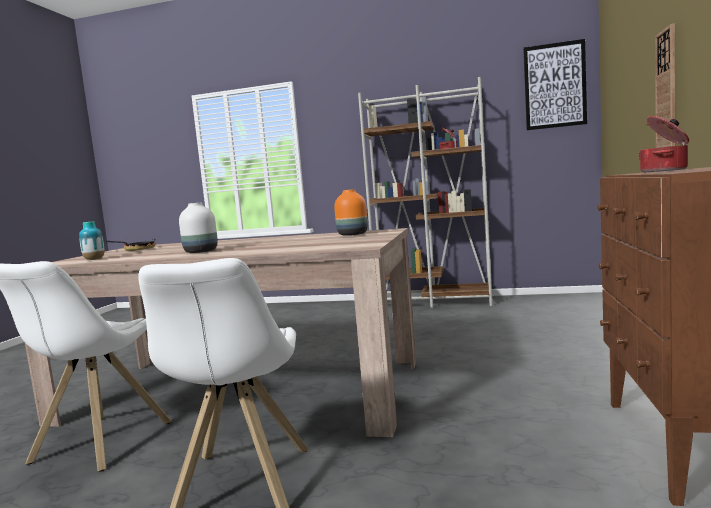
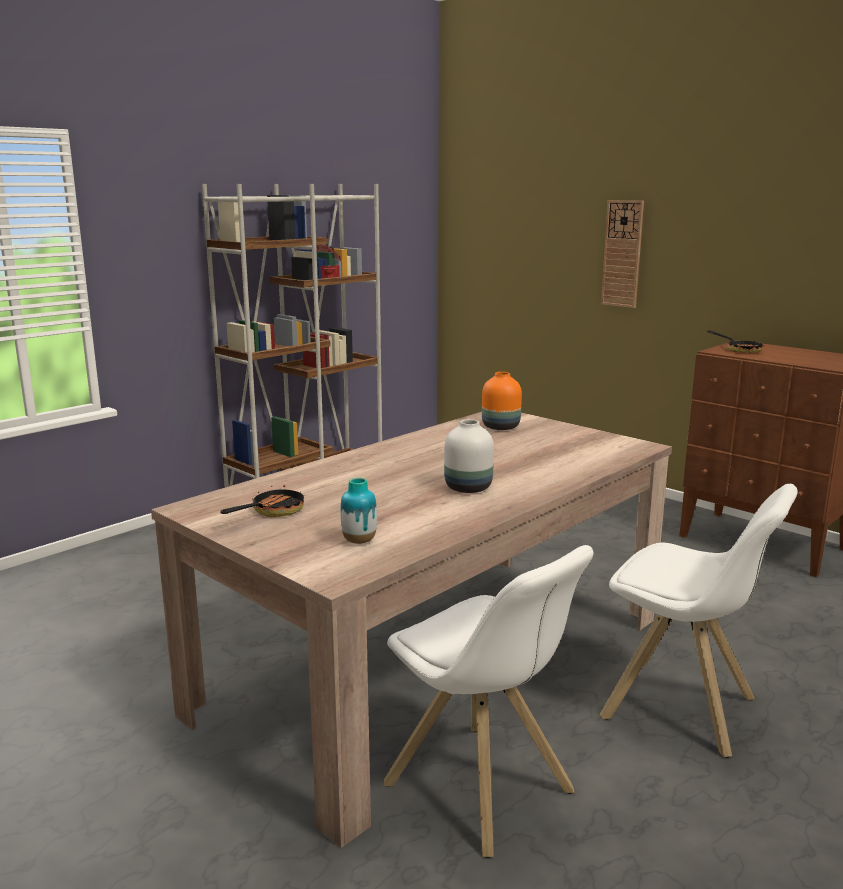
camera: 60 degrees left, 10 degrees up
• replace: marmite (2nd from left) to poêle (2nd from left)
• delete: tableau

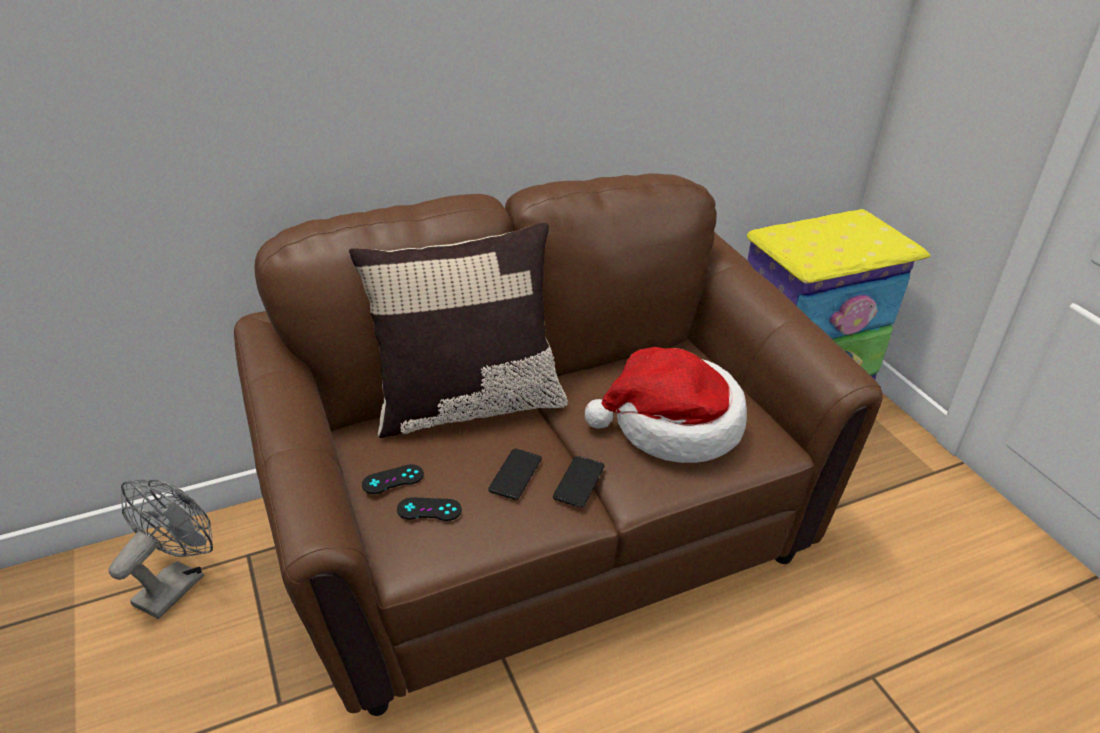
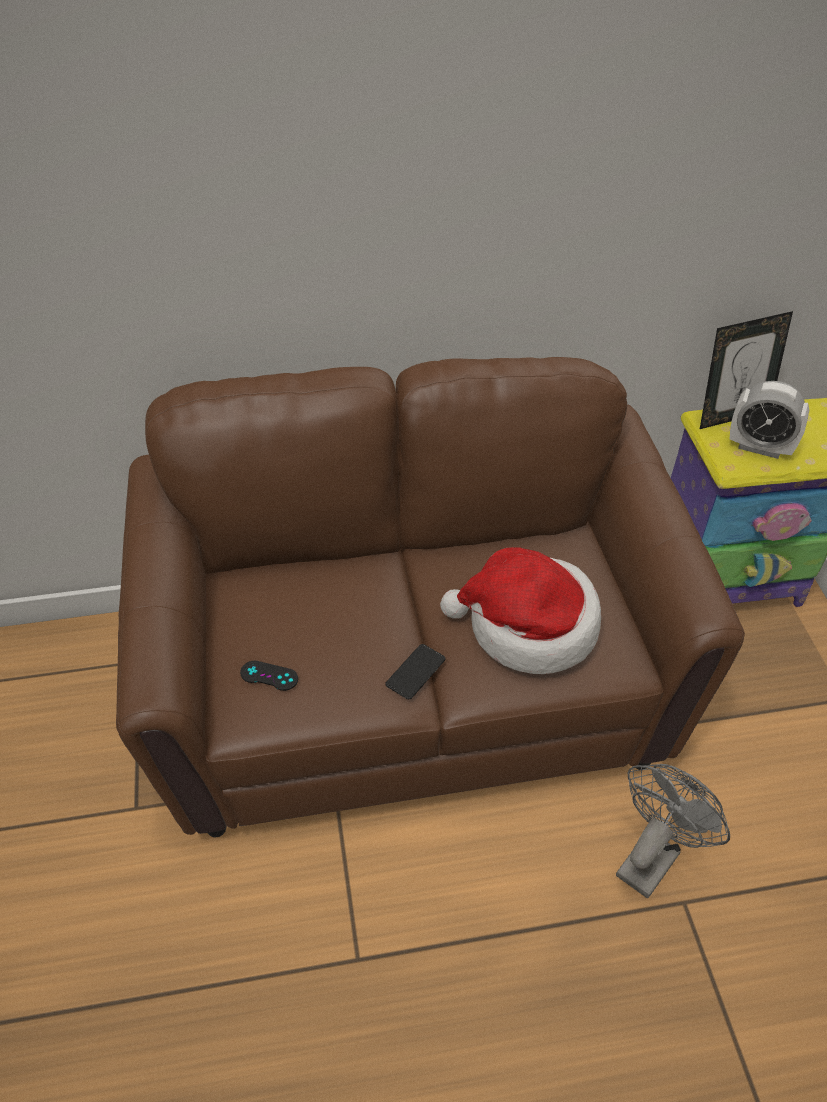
camera: 15 degrees right, 10 degrees up
• move: ventilateur/gris
• insert: cadre photo
• insert: réveil
• delete: coussin
• delete: manette/noir (1st from left)
• delete: téléphone (1st from left)

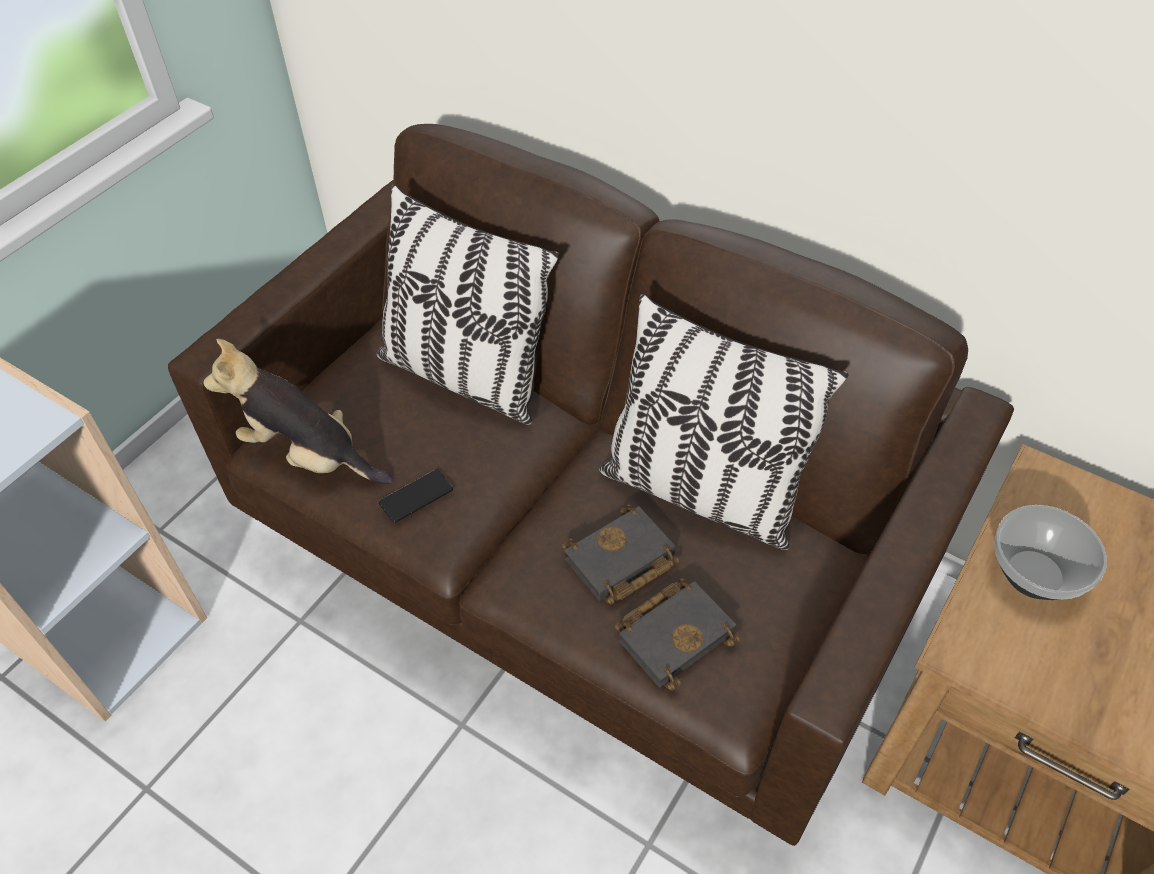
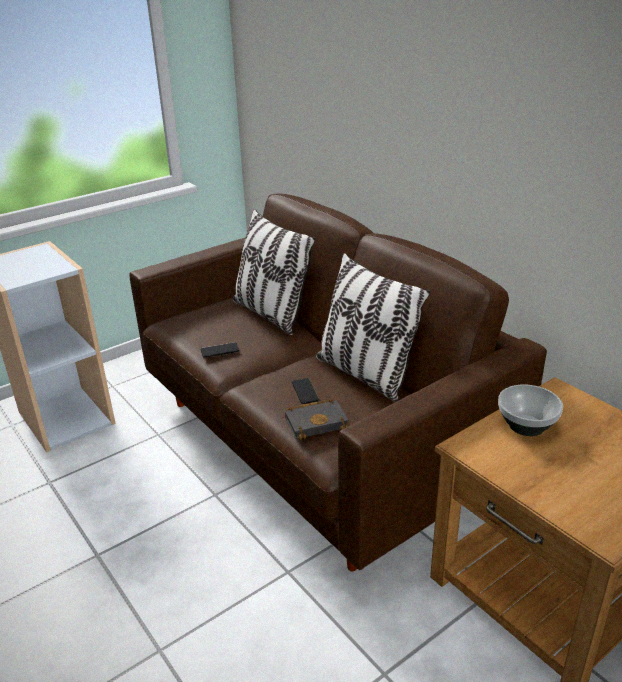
camera: 20 degrees right, 20 degrees down
• replace: livre/noir (1st from left) to téléphone (2nd from left)
• delete: peluche

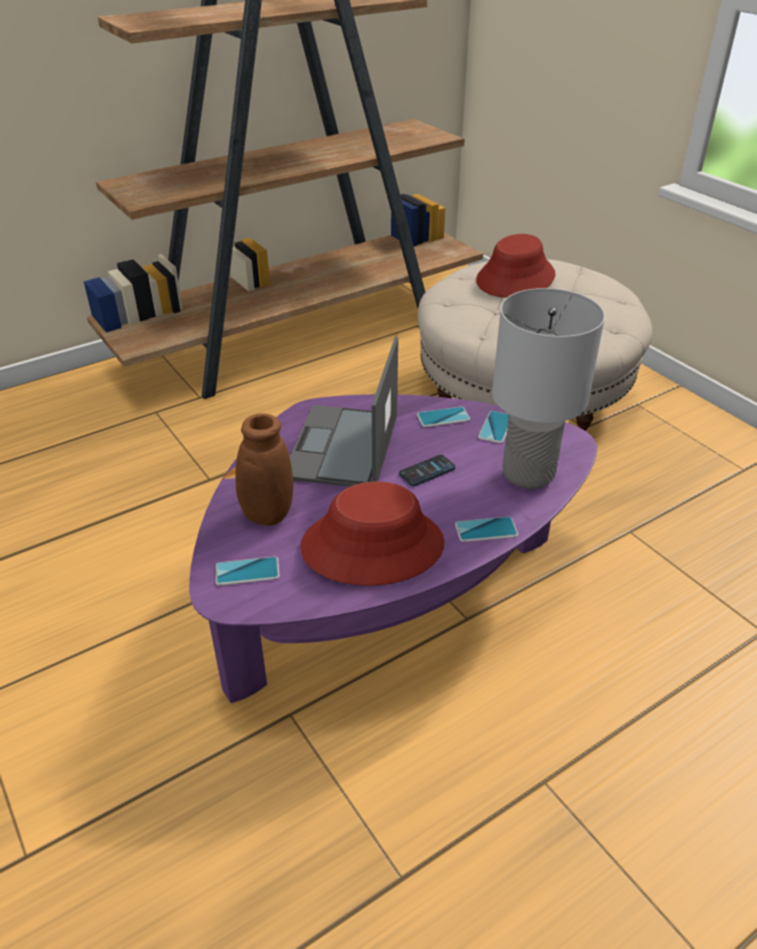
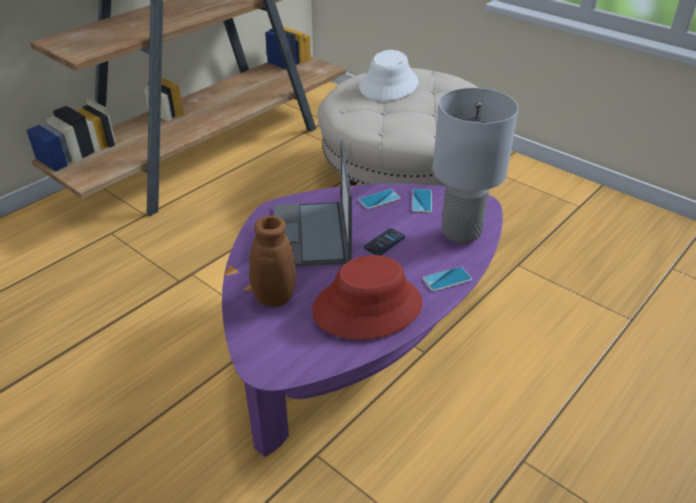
camera: 15 degrees left, 0 degrees up
• recolor: chapeau/rouge (2nd from left) to chapeau/blanc
• delete: téléphone (1st from left)

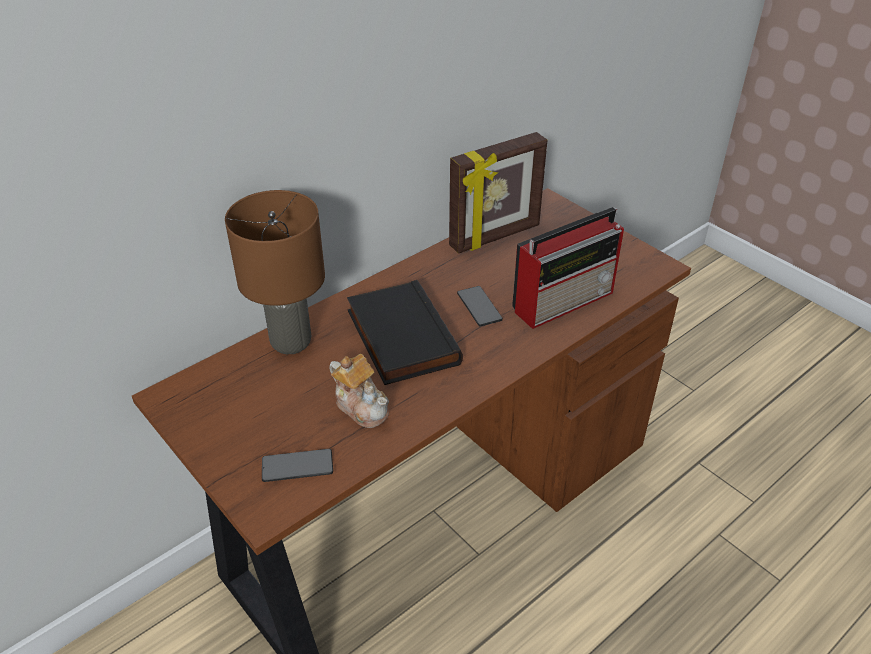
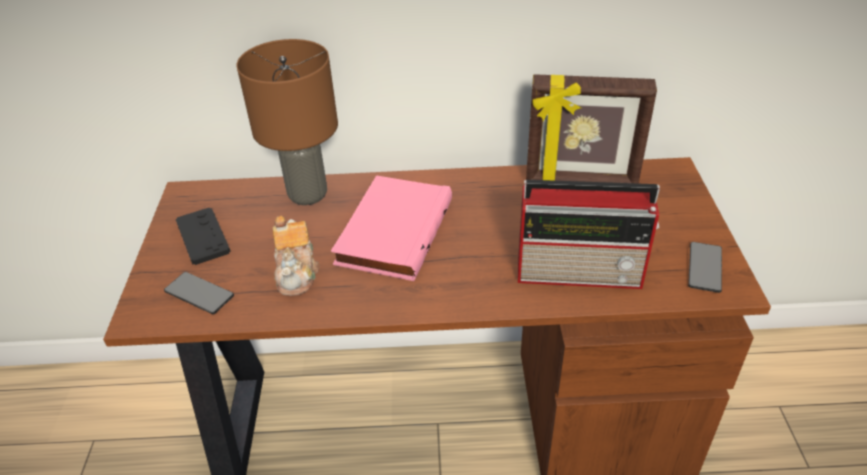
camera: 40 degrees right, 0 degrees up
• insert: manette/noir
• recolor: livre/noir to livre/rose
• move: téléphone (2nd from left)

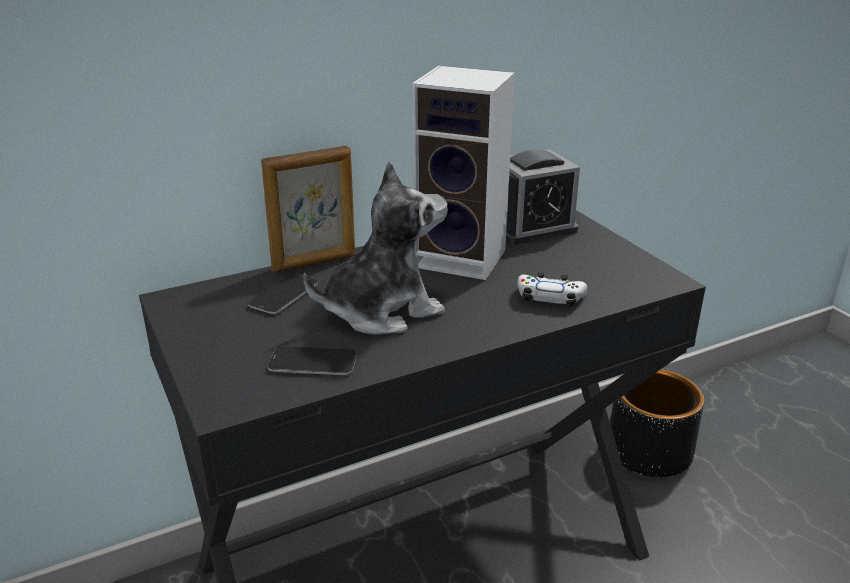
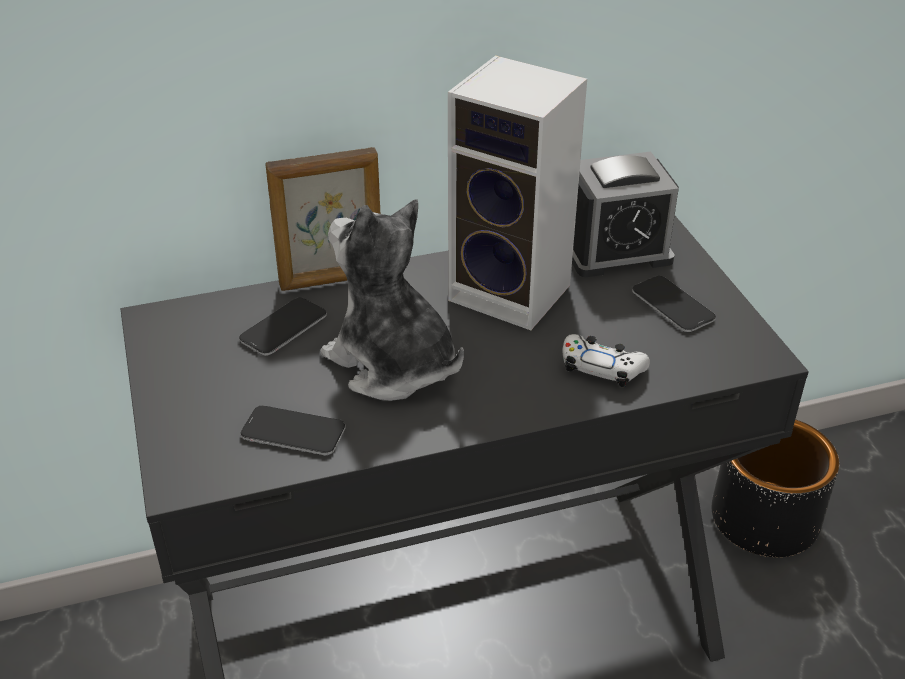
camera: 10 degrees right, 10 degrees up
• rotate: peluche 120 degrees counterclockwise
• insert: téléphone (3rd from left)

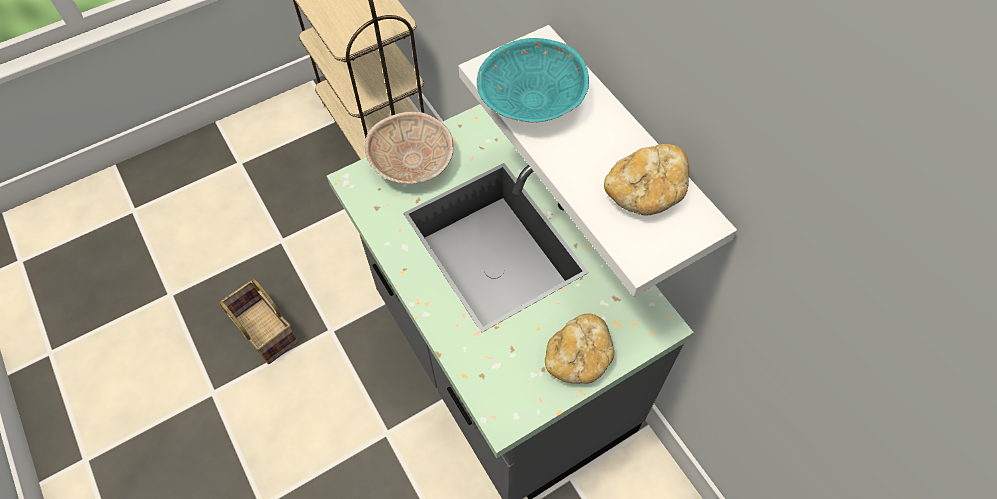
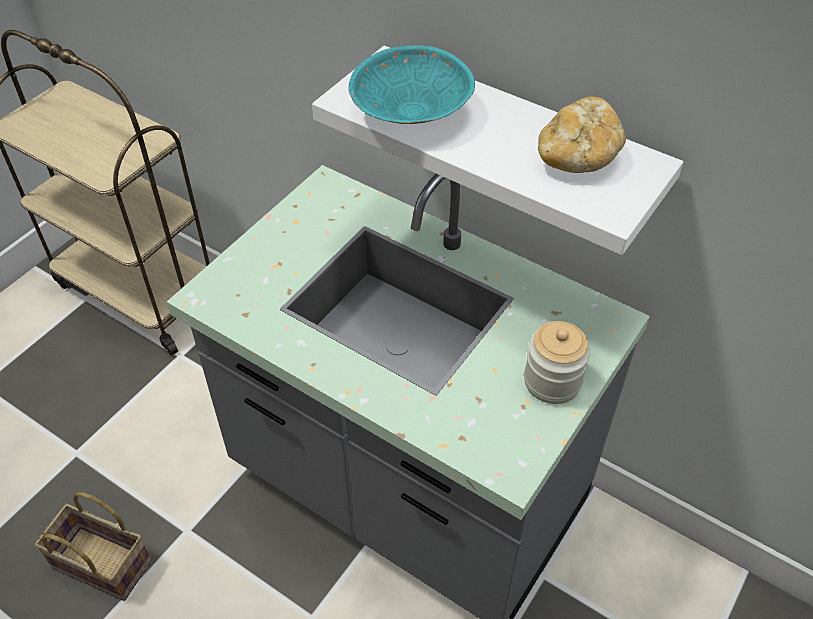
camera: 25 degrees left, 10 degrees down
• replace: pain (1st from left) to bocal
• delete: bol/beige

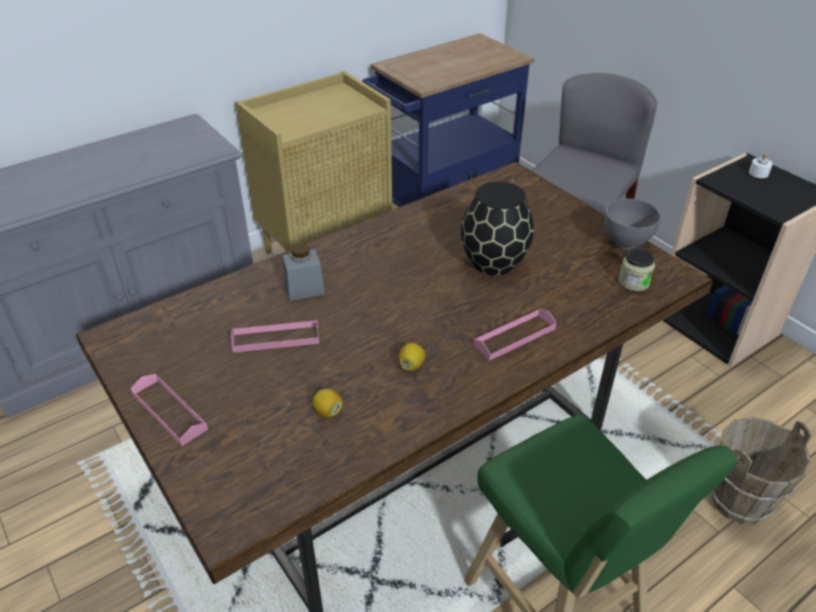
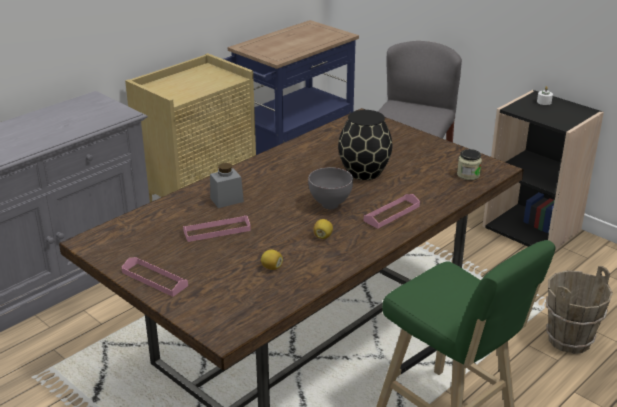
camera: 10 degrees left, 10 degrees down
• move: bol/gris

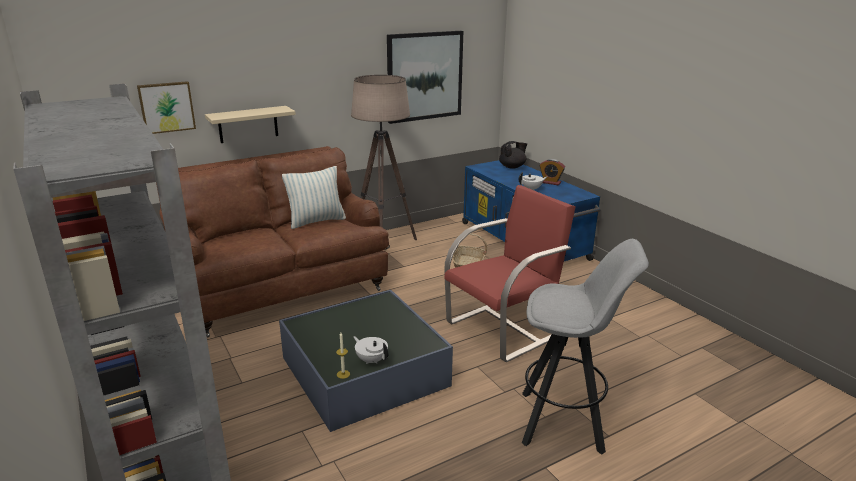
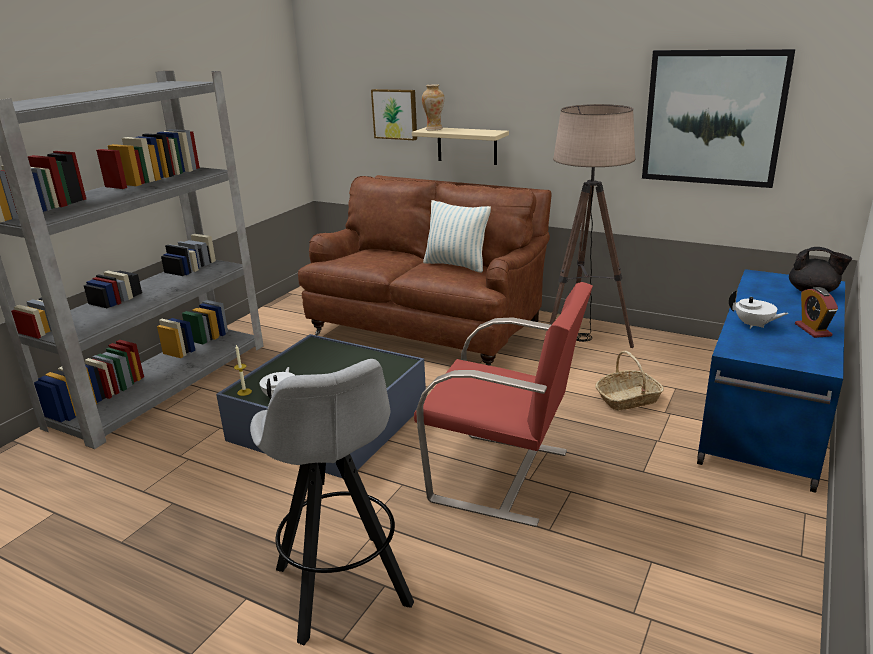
camera: 60 degrees right, 0 degrees up
• insert: vase

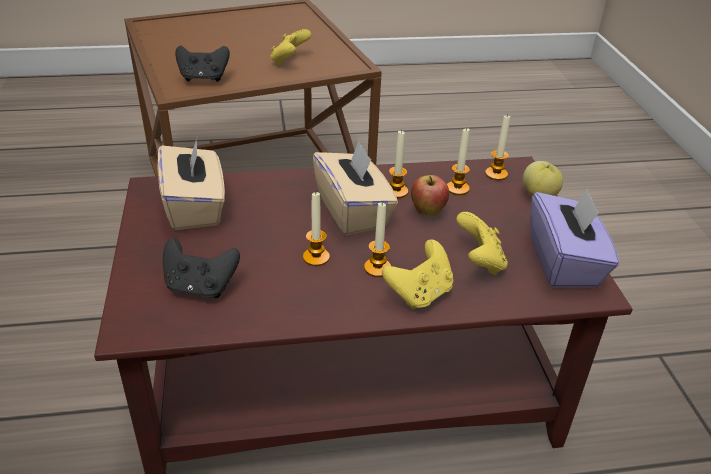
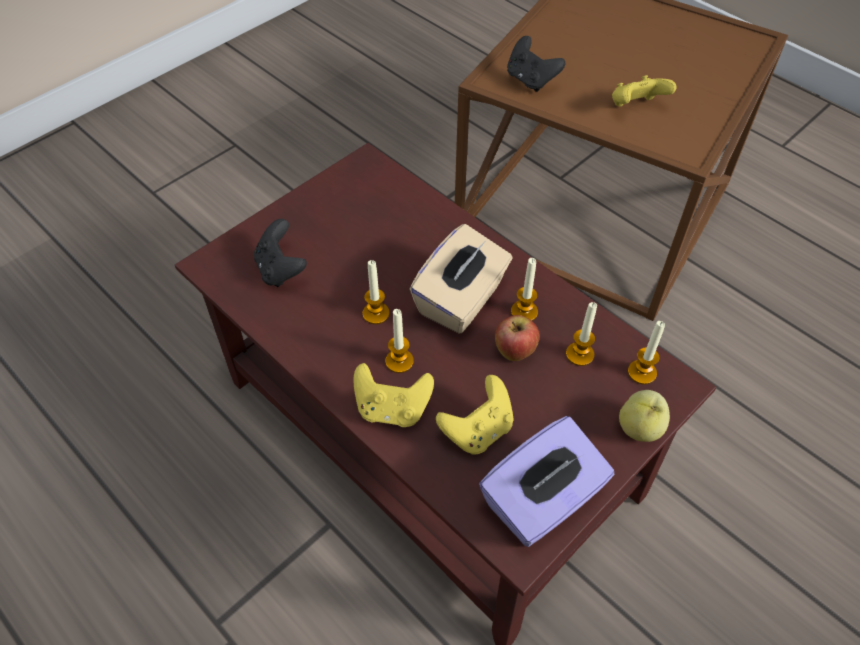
camera: 55 degrees right, 15 degrees up
• delete: boîte à mouchoirs/beige (1st from left)

